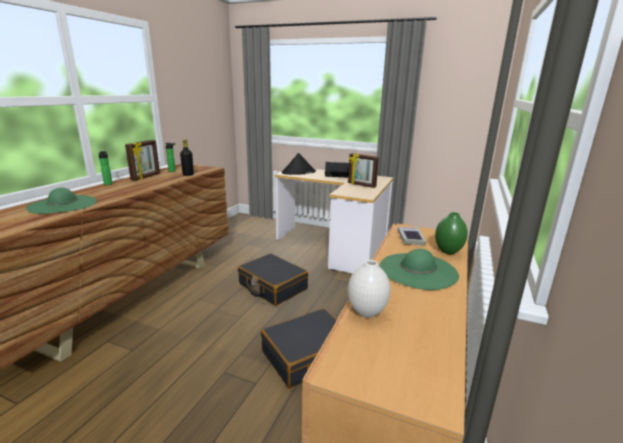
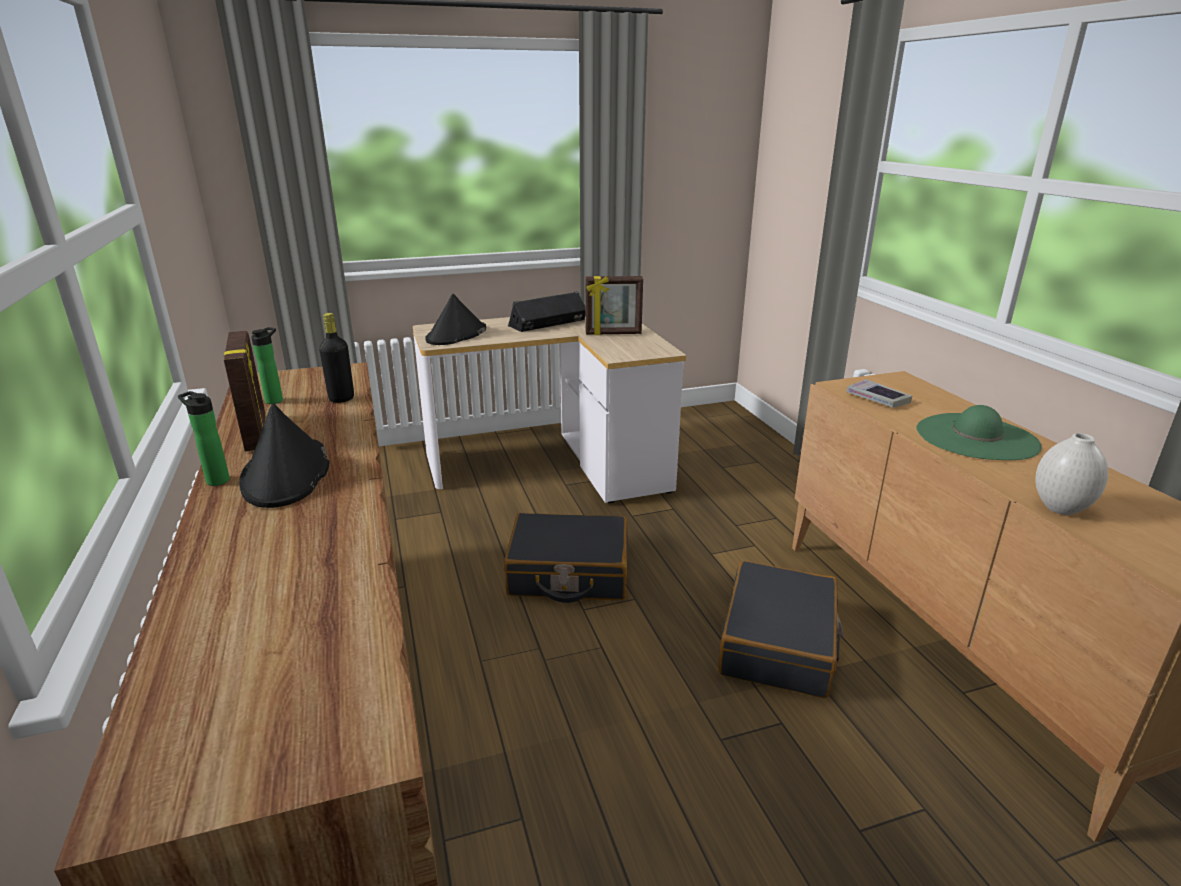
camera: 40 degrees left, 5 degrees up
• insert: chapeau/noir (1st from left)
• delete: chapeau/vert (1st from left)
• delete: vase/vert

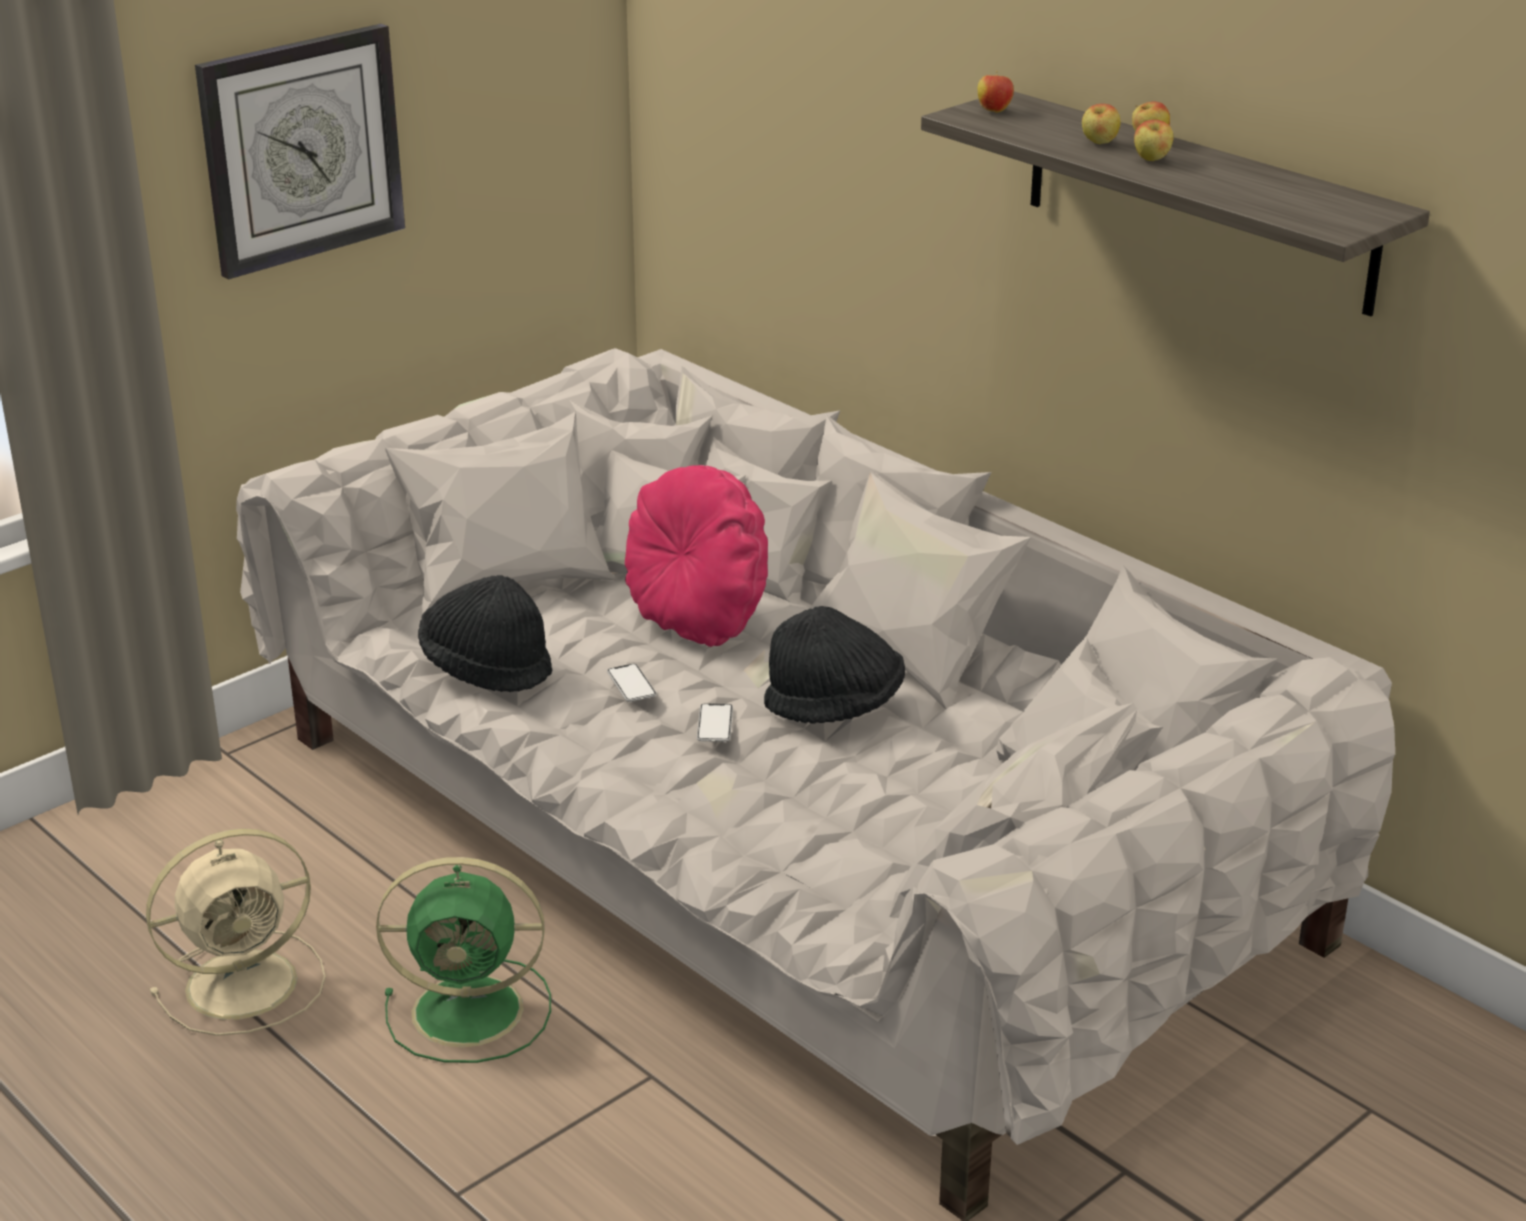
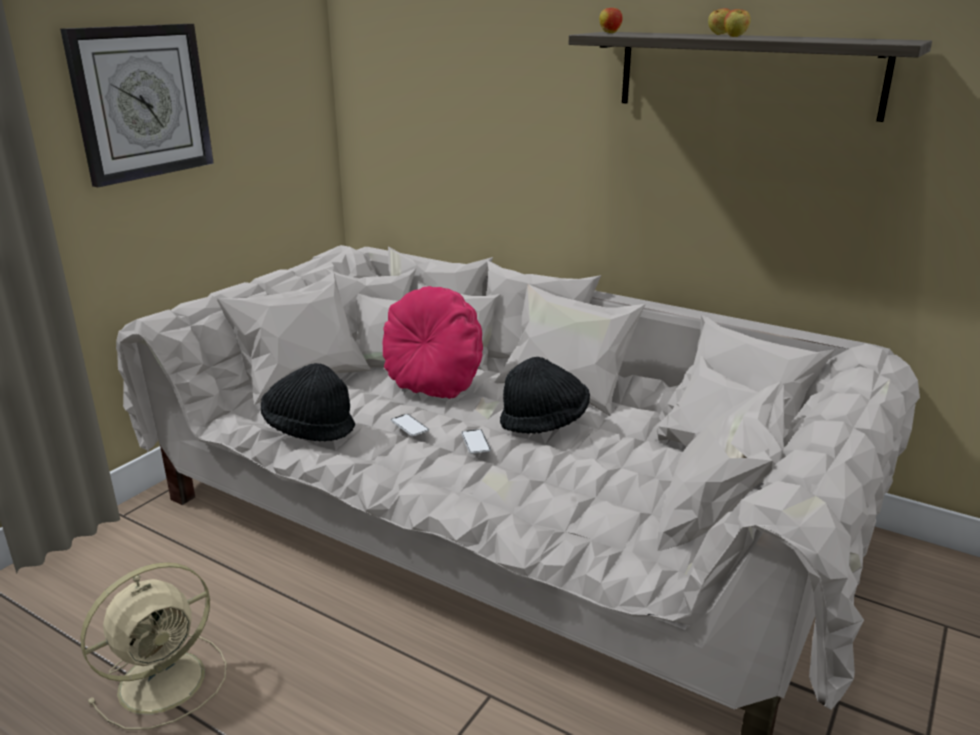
camera: 15 degrees left, 5 degrees down
• delete: ventilateur/vert
• delete: pomme (2nd from left)

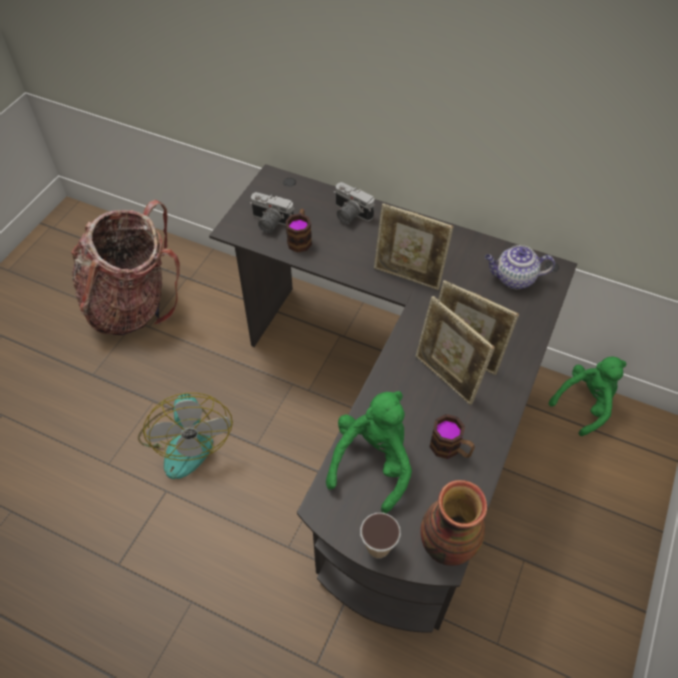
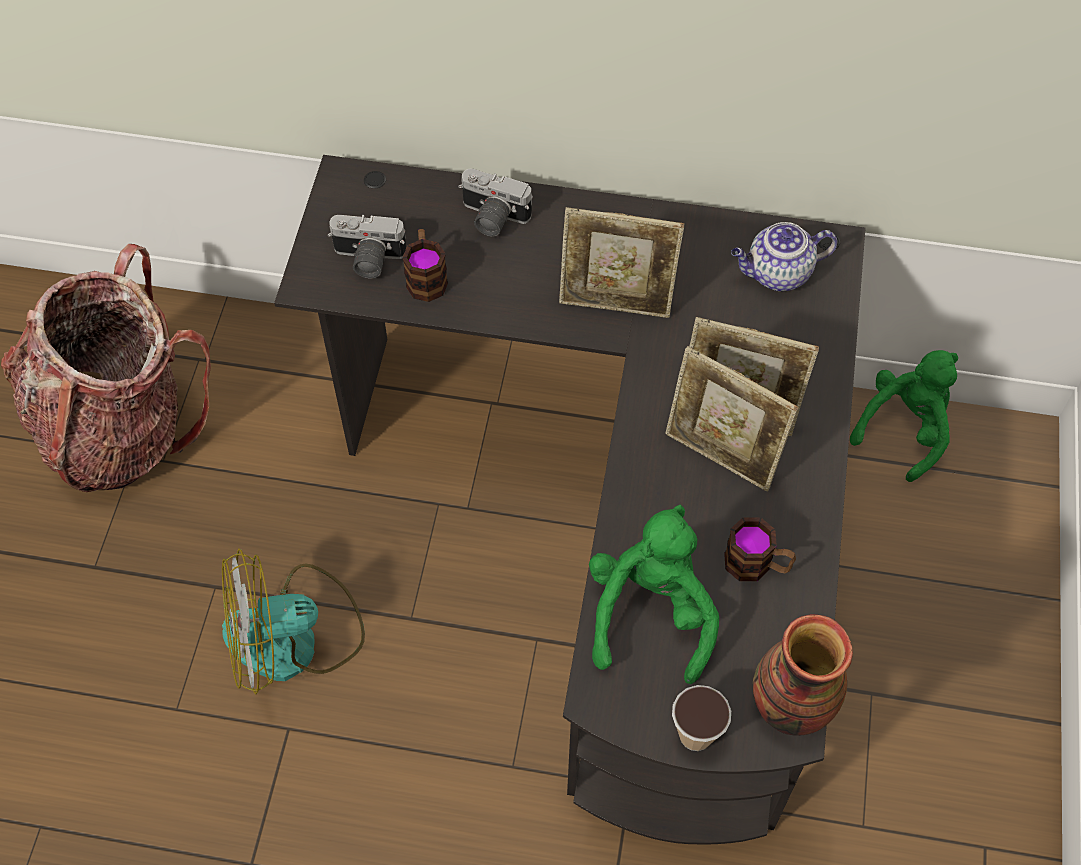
camera: 15 degrees left, 5 degrees up
• rotate: ventilateur 105 degrees clockwise

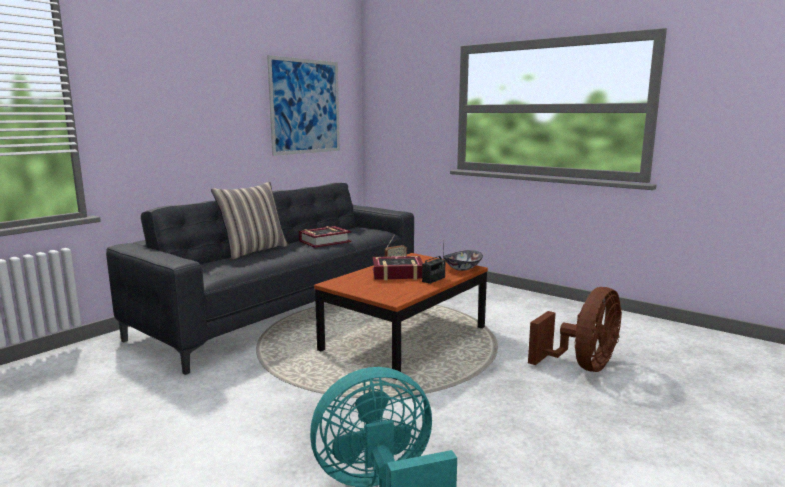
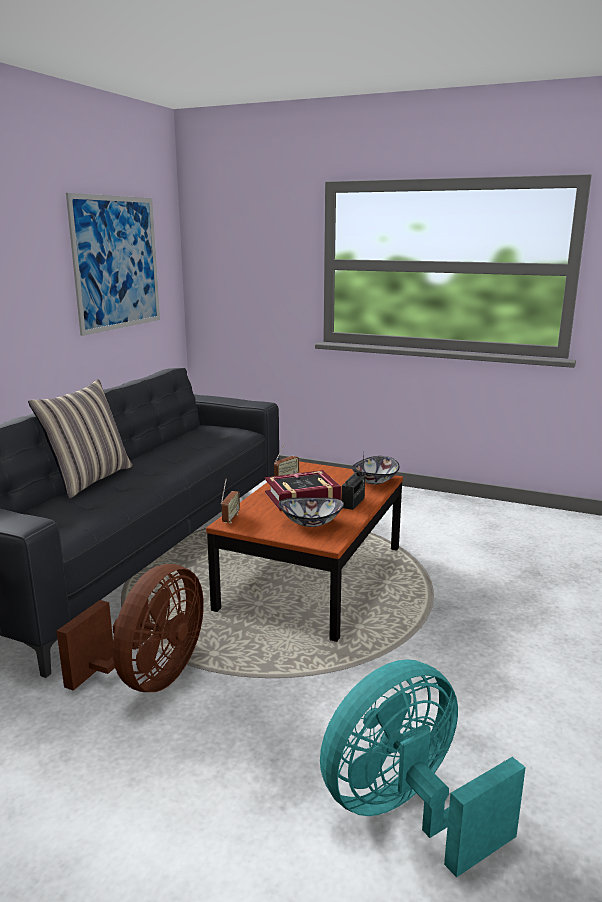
camera: 15 degrees left, 5 degrees up
• move: ventilateur/marron
• insert: radio (1st from left)
• insert: bol (1st from left)
• delete: livre (1st from left)

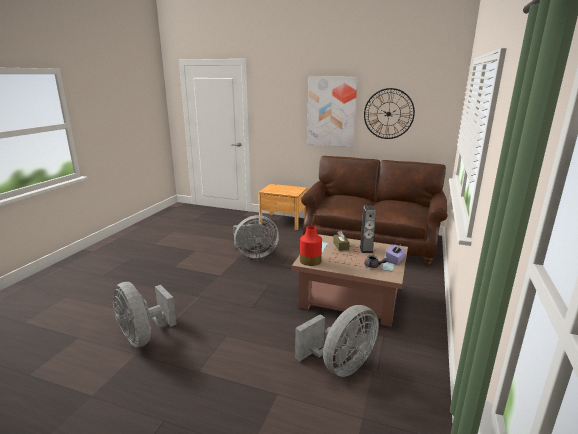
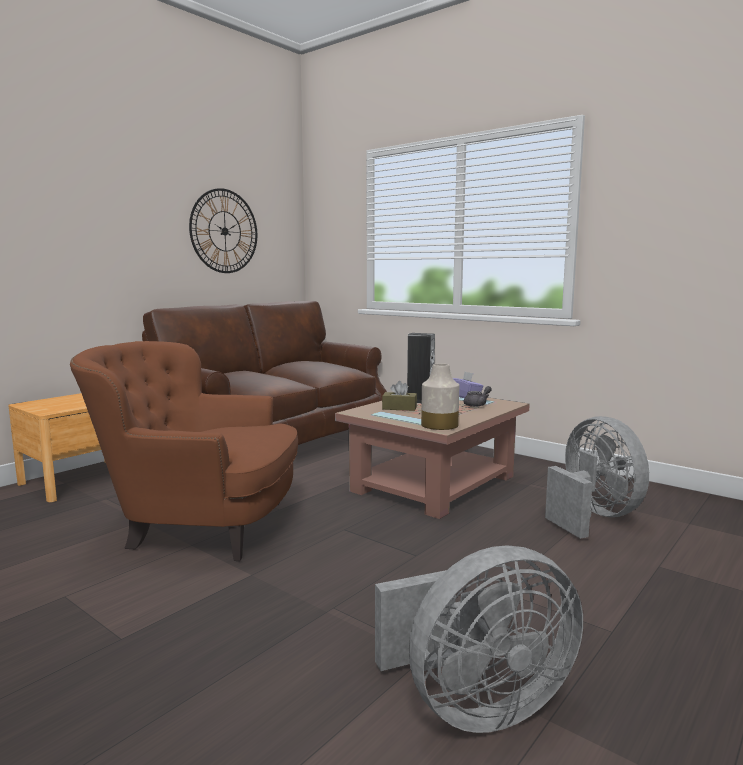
camera: 70 degrees left, 10 degrees down
• replace: ventilateur/gris (2nd from left) to fauteuil/marron
• recolor: vase/rouge to vase/beige
• delete: tableau

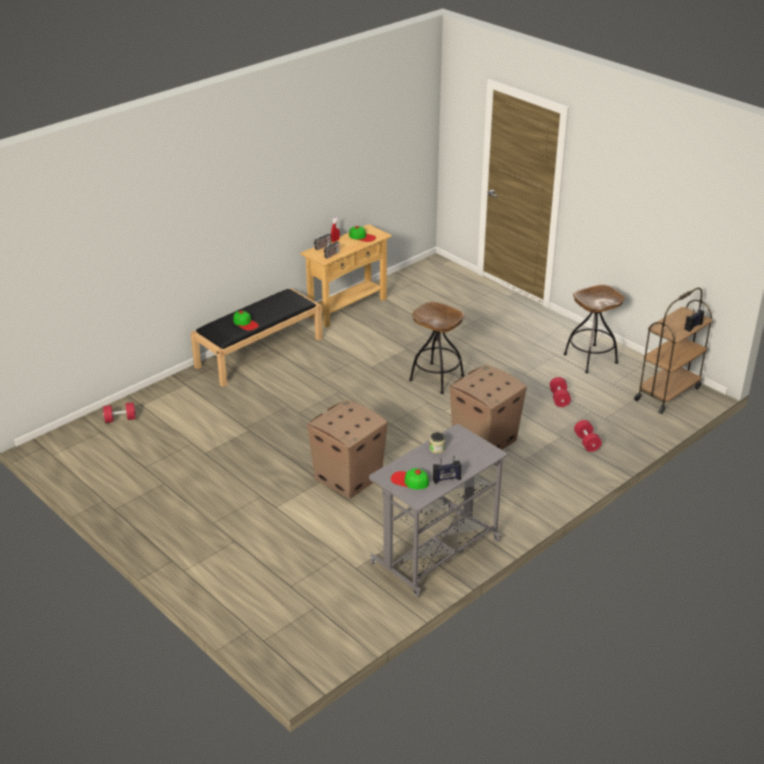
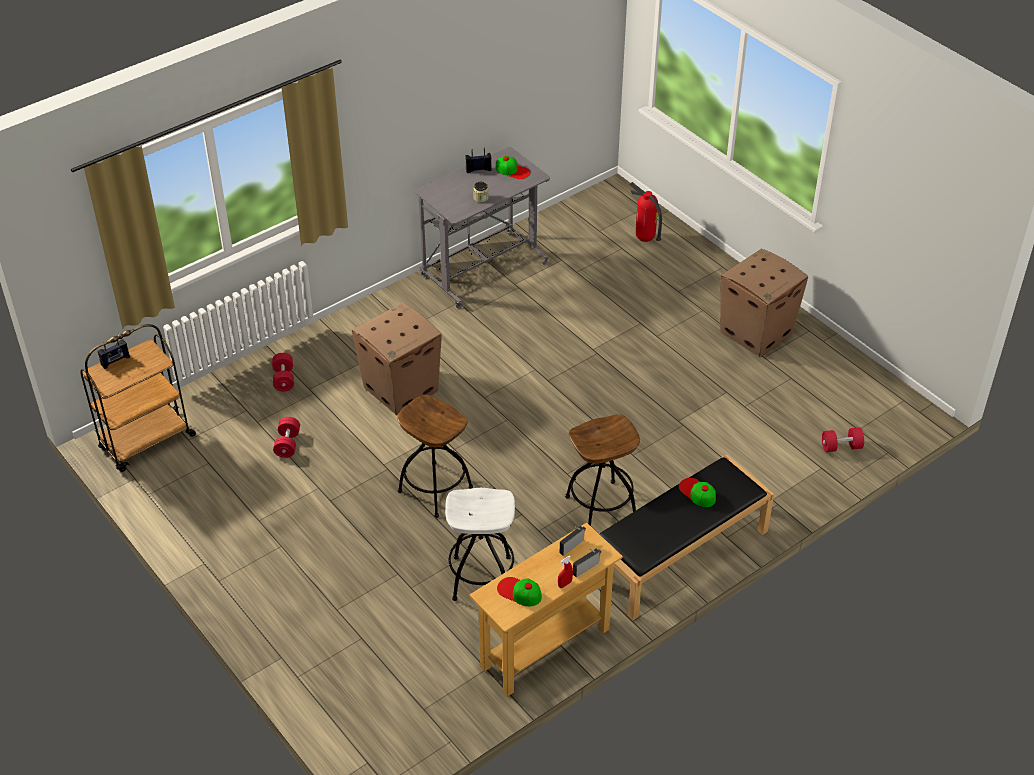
camera: 175 degrees left, 10 degrees up
• insert: tabouret/blanc
• move: tabouret/marron (2nd from left)
• insert: extincteur
• move: carton (1st from left in the first image) to carton (2nd from left)

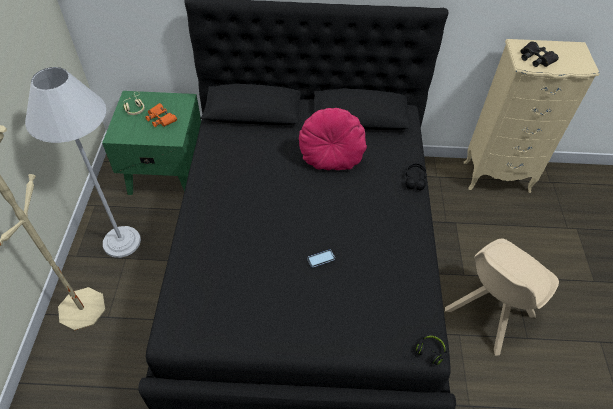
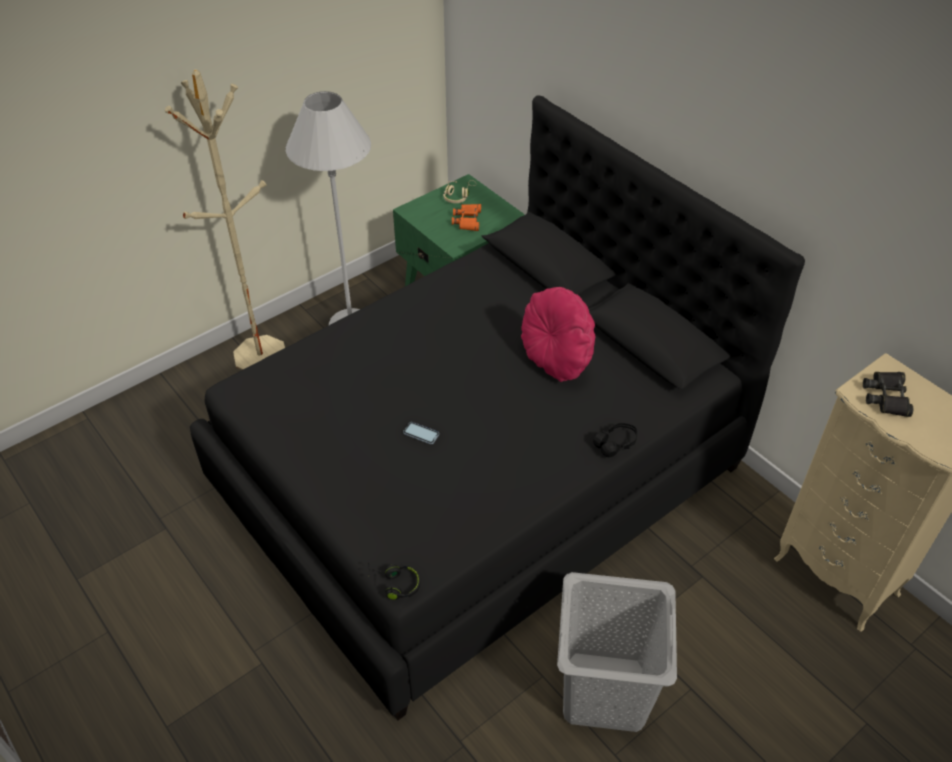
camera: 50 degrees right, 5 degrees down
• replace: chaise/beige to panier à linge/gris

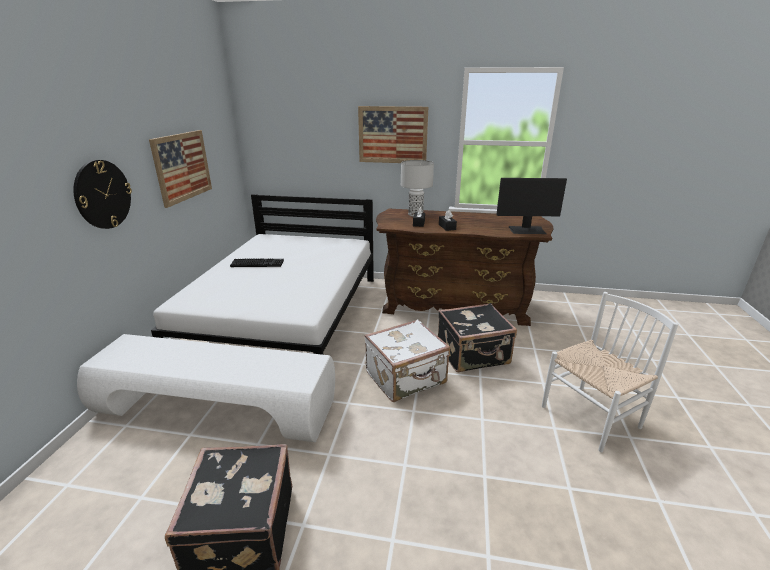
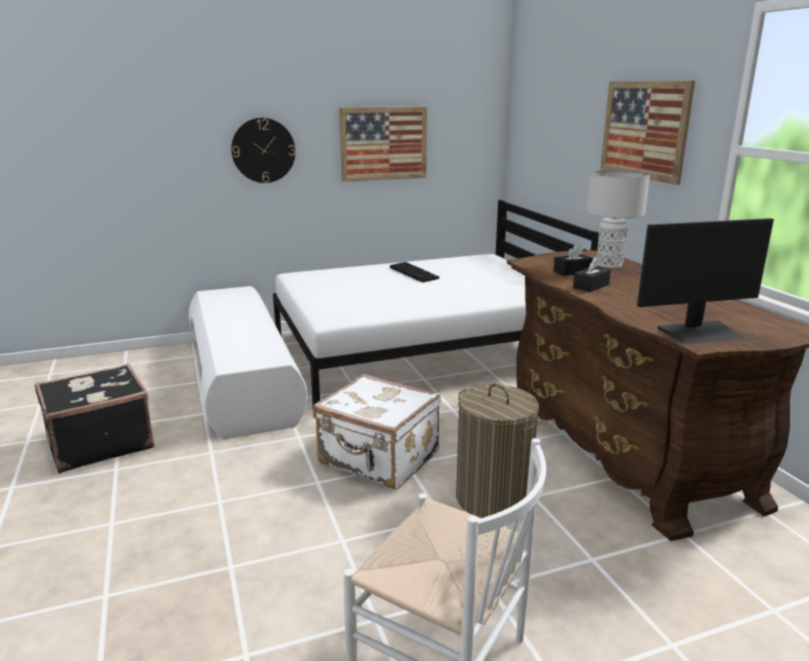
camera: 60 degrees right, 5 degrees down
• replace: valise/noir (2nd from left) to panier à linge
• rotate: écran d'ordinateur 75 degrees counterclockwise

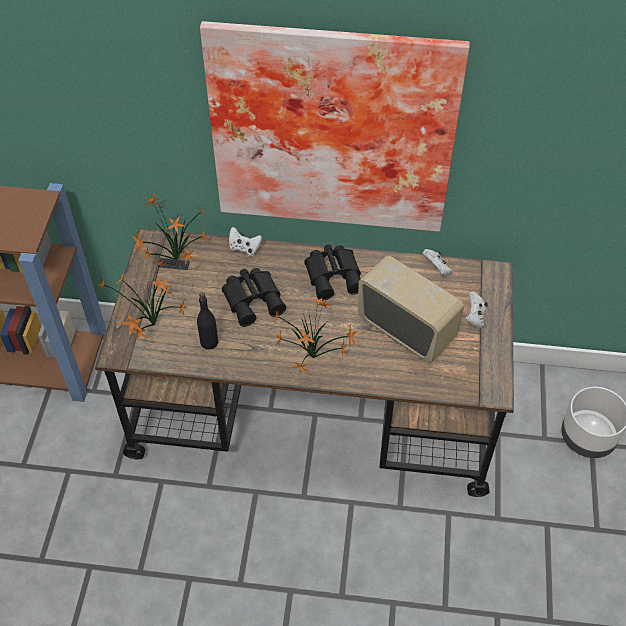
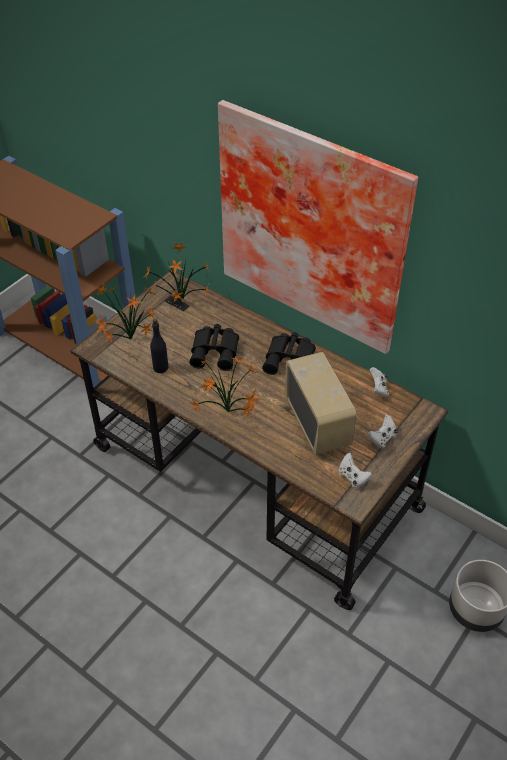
camera: 30 degrees right, 5 degrees down
• move: manette/blanc (1st from left)

